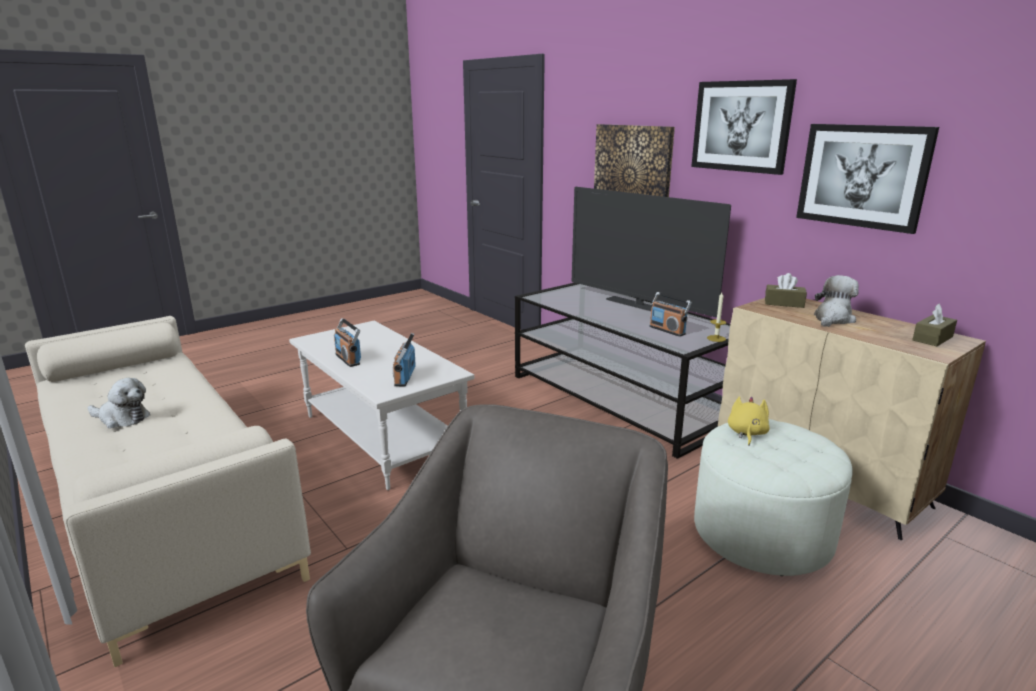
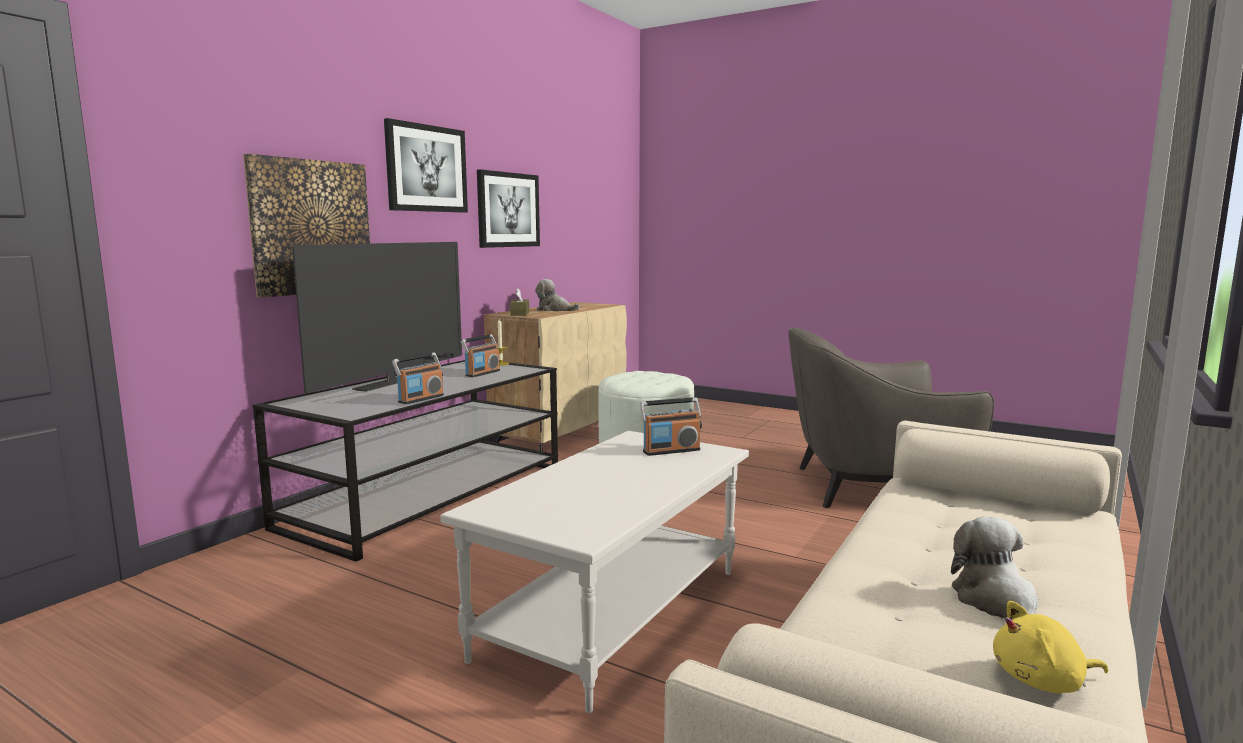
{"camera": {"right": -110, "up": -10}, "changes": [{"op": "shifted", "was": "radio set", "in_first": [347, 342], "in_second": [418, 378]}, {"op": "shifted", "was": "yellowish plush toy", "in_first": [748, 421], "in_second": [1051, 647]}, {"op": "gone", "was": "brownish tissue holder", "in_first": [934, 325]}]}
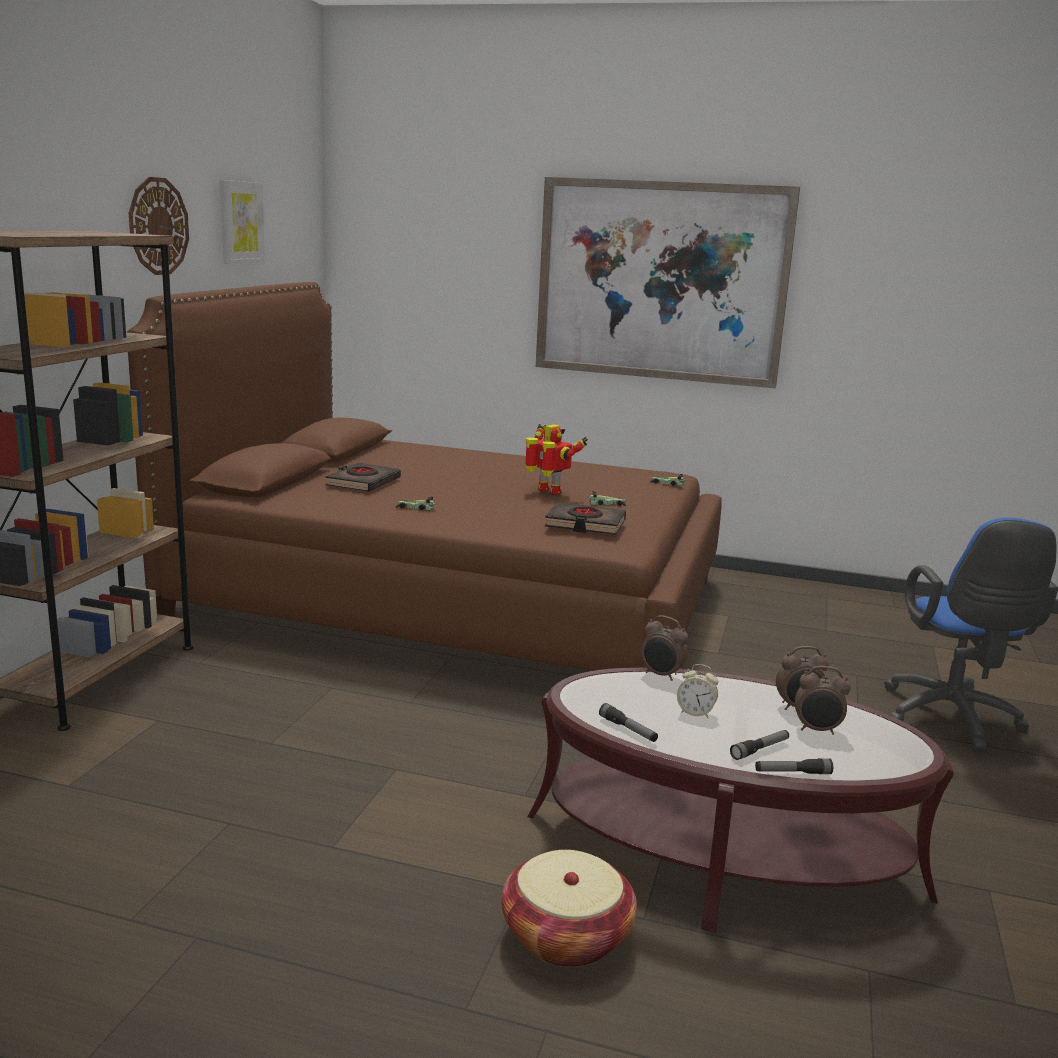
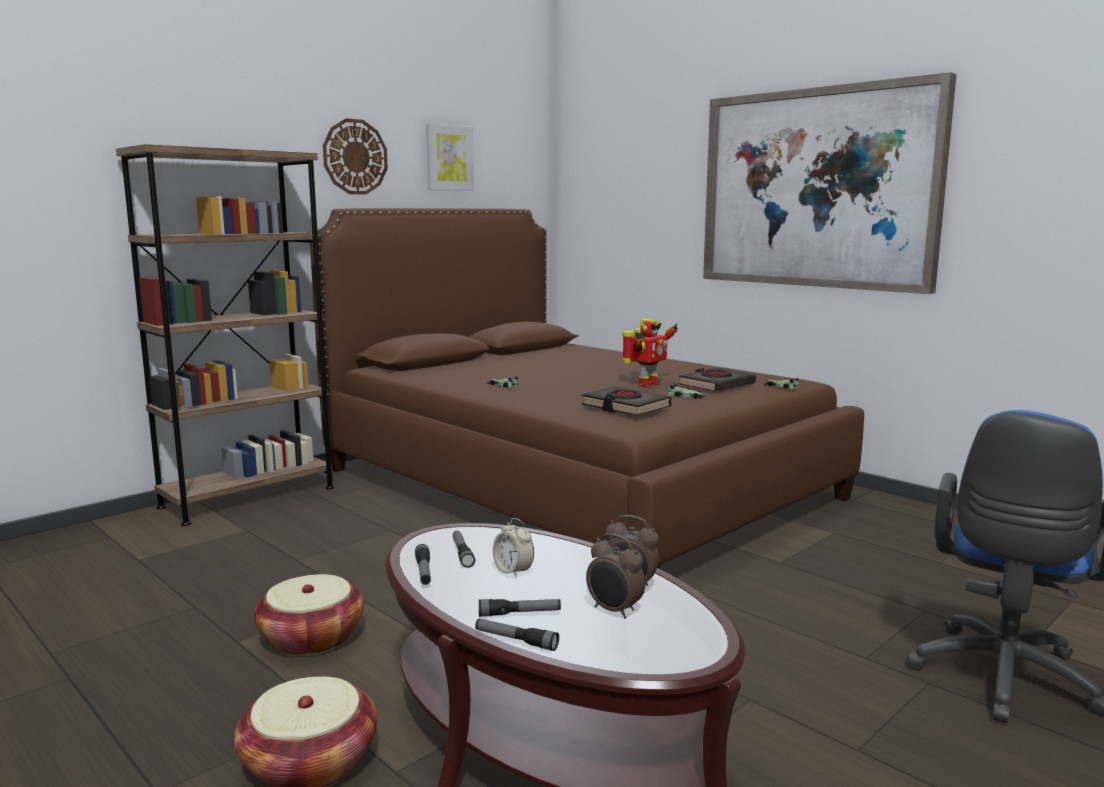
{"camera": {"right": 30, "up": -5}, "changes": [{"op": "new", "now": "storage basket", "in_second": [309, 615]}, {"op": "new", "now": "flashlight", "in_second": [464, 549]}, {"op": "rotated", "was": "model robot", "in_first": [556, 459], "in_second": [650, 353], "clockwise": 60}, {"op": "shifted", "was": "black book", "in_first": [363, 477], "in_second": [717, 380]}, {"op": "gone", "was": "bedside clock", "in_first": [664, 648]}]}
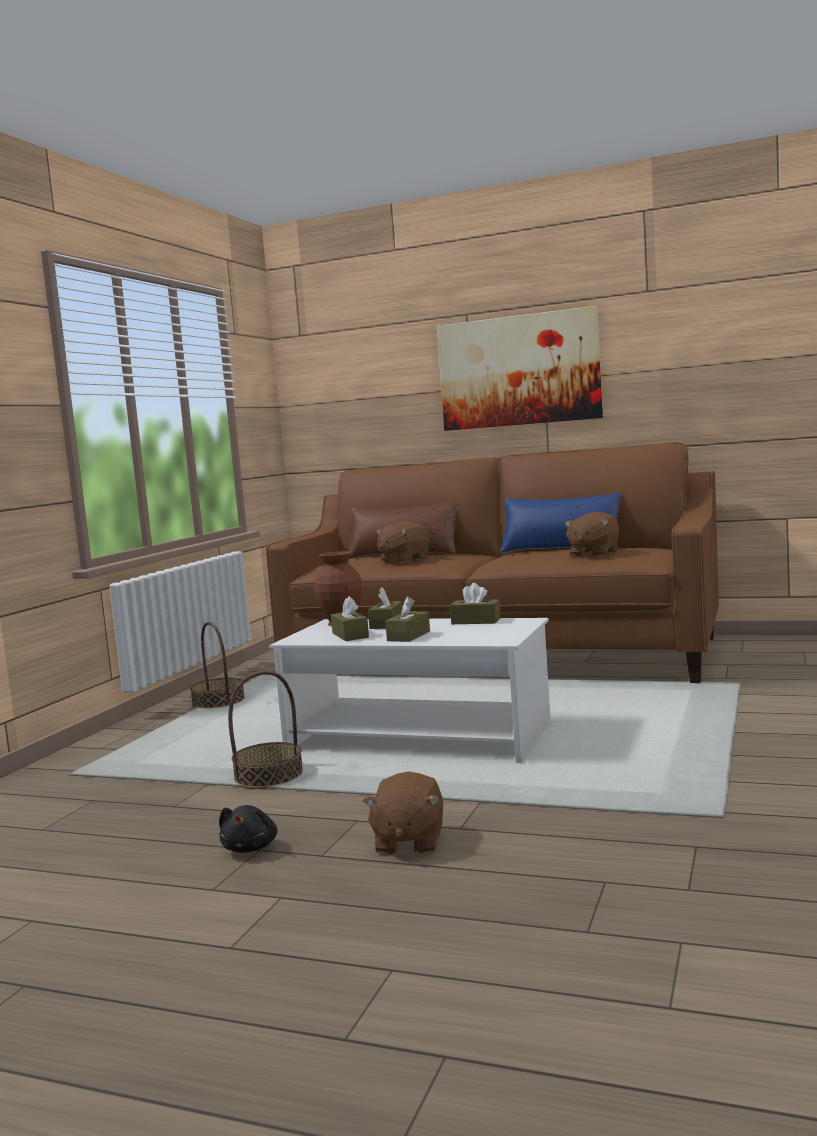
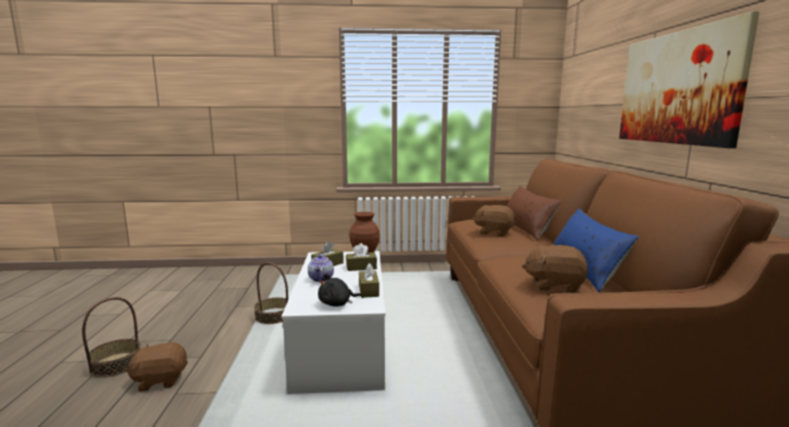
{"camera": {"right": 65, "up": 5}, "changes": [{"op": "shifted", "was": "storage basket", "in_first": [217, 665], "in_second": [111, 337]}, {"op": "swapped", "was": "brownish tissue holder", "now": "pot for tea", "in_first": [407, 619], "in_second": [321, 268]}, {"op": "shifted", "was": "black plush toy", "in_first": [248, 829], "in_second": [341, 290]}]}
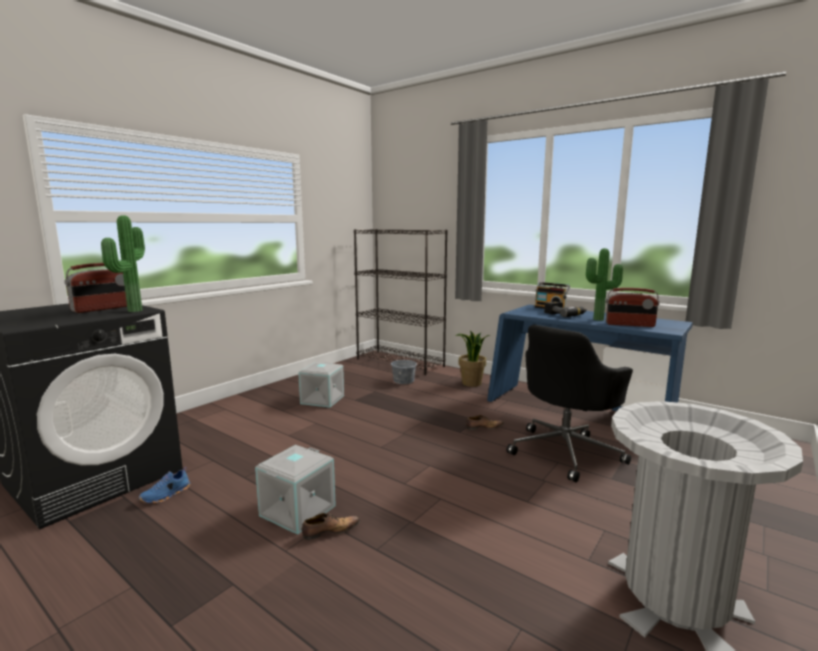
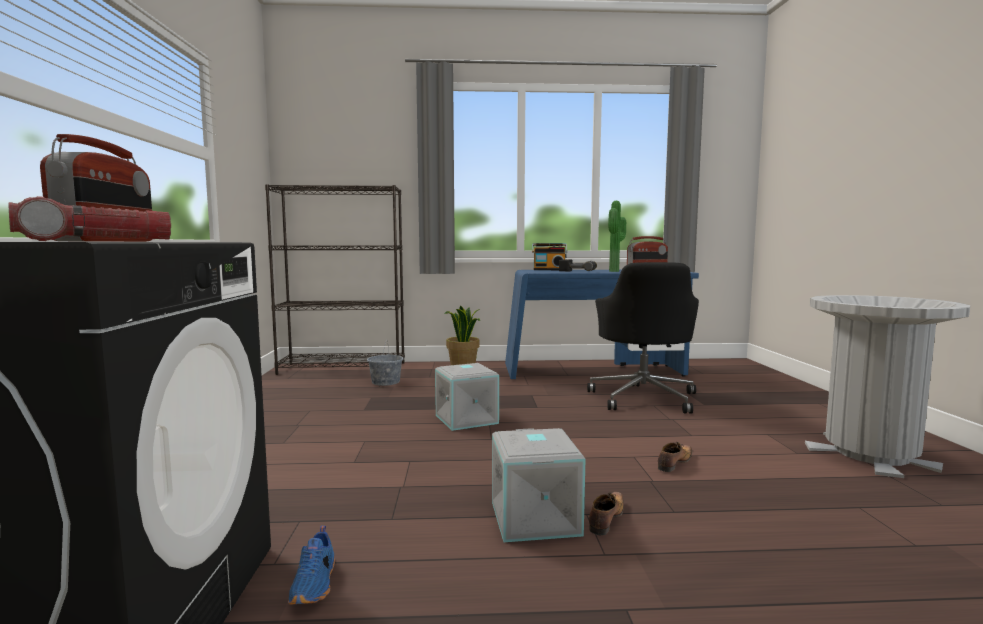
{"camera": {"right": -40, "up": -5}, "changes": [{"op": "new", "now": "flashlight", "in_second": [90, 218]}, {"op": "shifted", "was": "grey storage container", "in_first": [321, 385], "in_second": [467, 397]}, {"op": "shifted", "was": "low shoe", "in_first": [485, 422], "in_second": [675, 457]}, {"op": "gone", "was": "houseplant", "in_first": [123, 263]}]}
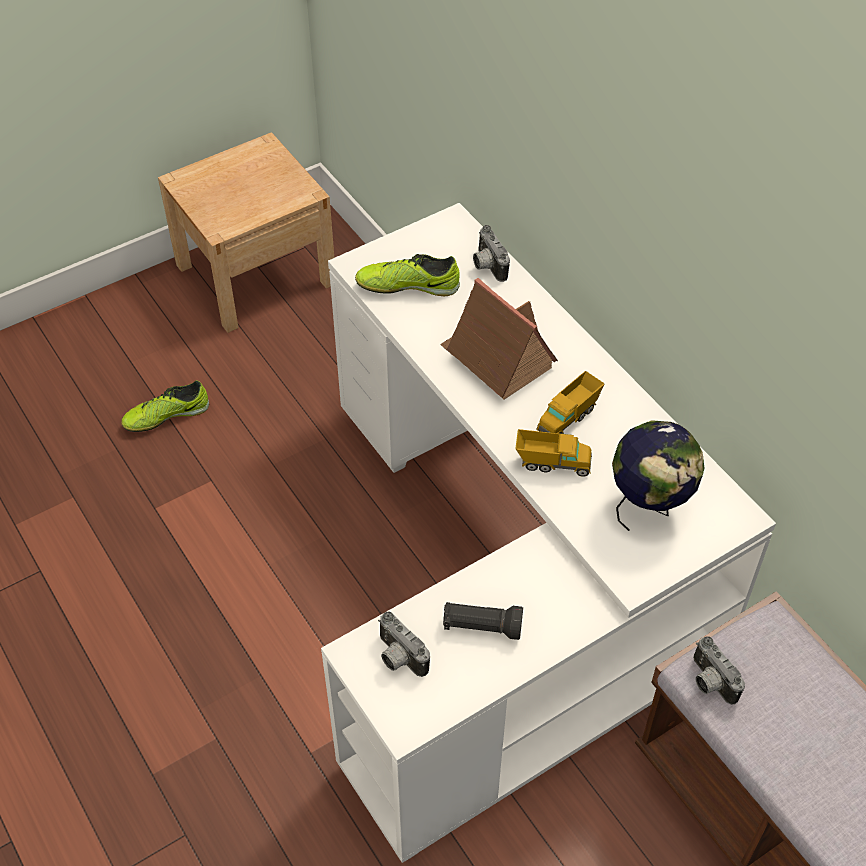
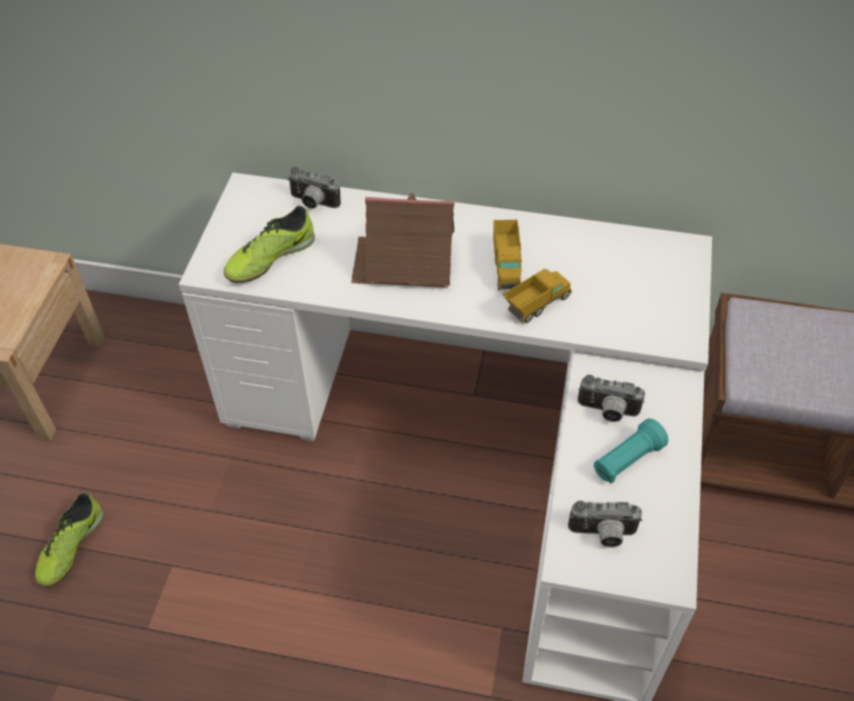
{"camera": {"right": -45, "up": 0}, "changes": [{"op": "shifted", "was": "still camera", "in_first": [719, 670], "in_second": [611, 398]}, {"op": "repainted", "was": "black flashlight", "now": "blue-green flashlight", "in_first": [483, 621], "in_second": [631, 451]}, {"op": "gone", "was": "world globe", "in_first": [658, 475]}]}
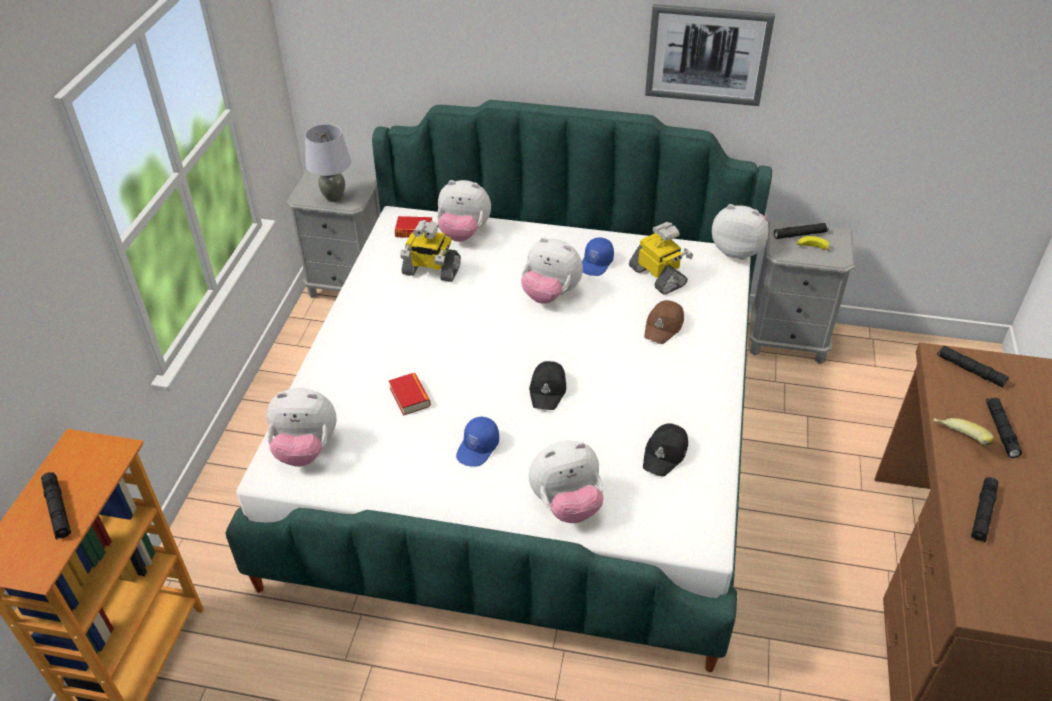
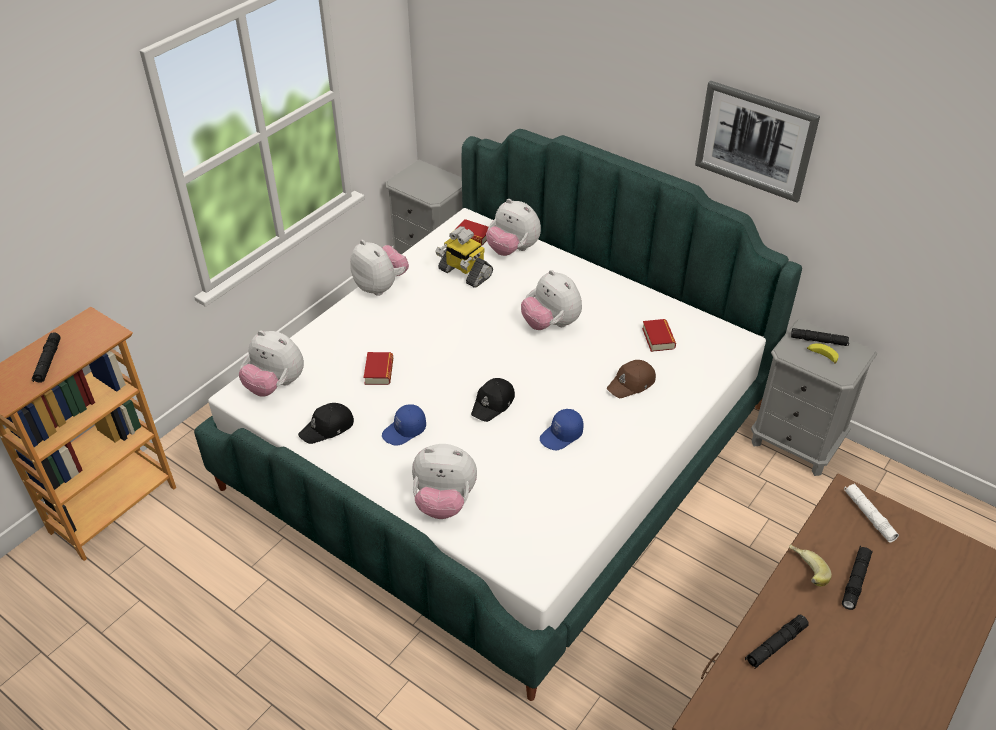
{"camera": {"right": 25, "up": 0}, "changes": [{"op": "shifted", "was": "black peaked cap", "in_first": [665, 450], "in_second": [326, 423]}, {"op": "shifted", "was": "plush toy", "in_first": [740, 232], "in_second": [379, 268]}, {"op": "shifted", "was": "bluish peaked cap", "in_first": [598, 256], "in_second": [562, 429]}, {"op": "swapped", "was": "model robot", "now": "book", "in_first": [661, 258], "in_second": [659, 335]}, {"op": "repainted", "was": "black flashlight", "now": "white-coloured flashlight", "in_first": [973, 366], "in_second": [871, 513]}, {"op": "gone", "was": "grey lamp for a table", "in_first": [328, 163]}]}
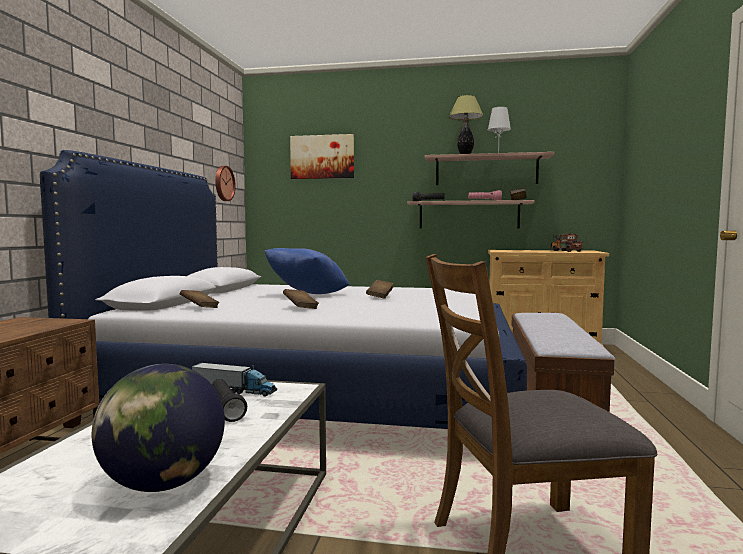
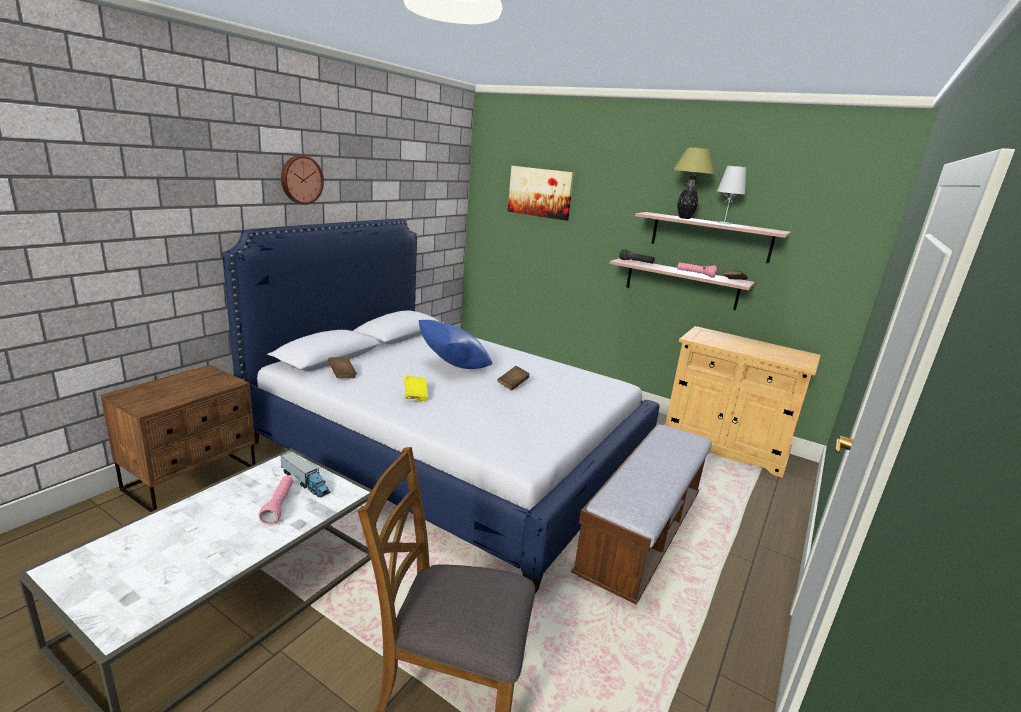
{"camera": {"right": 20, "up": 15}, "changes": [{"op": "repainted", "was": "black flashlight", "now": "pink flashlight", "in_first": [229, 400], "in_second": [276, 500]}, {"op": "shifted", "was": "hanging clock", "in_first": [225, 183], "in_second": [302, 180]}, {"op": "repainted", "was": "brownish book", "now": "yellowish book", "in_first": [301, 299], "in_second": [416, 388]}, {"op": "gone", "was": "world globe", "in_first": [158, 428]}, {"op": "gone", "was": "toy lorry", "in_first": [567, 242]}]}
